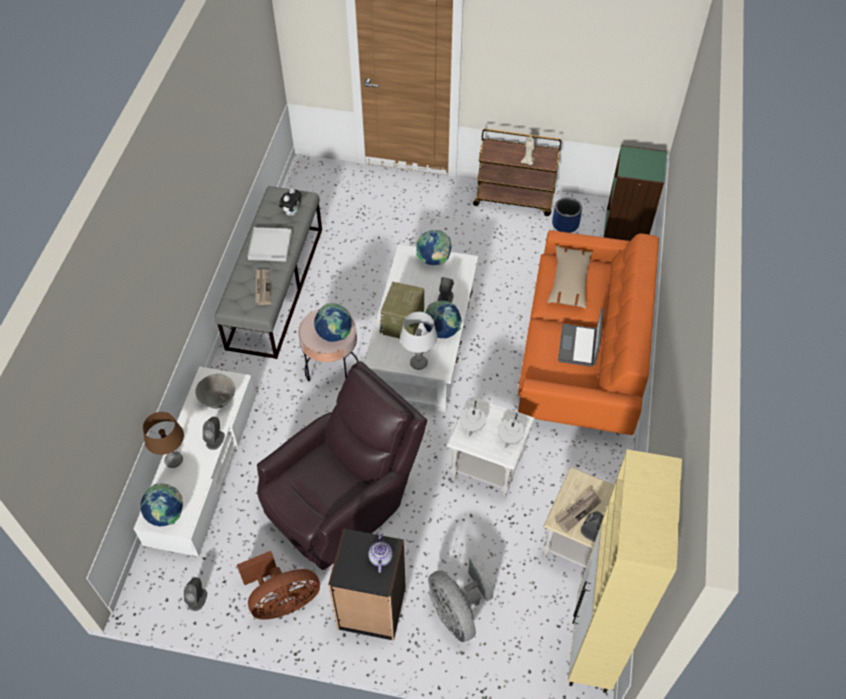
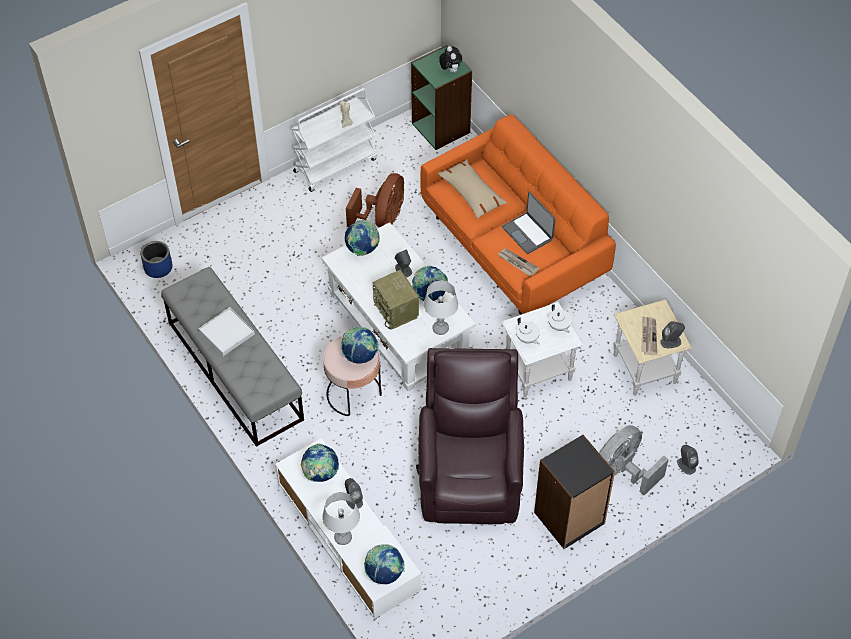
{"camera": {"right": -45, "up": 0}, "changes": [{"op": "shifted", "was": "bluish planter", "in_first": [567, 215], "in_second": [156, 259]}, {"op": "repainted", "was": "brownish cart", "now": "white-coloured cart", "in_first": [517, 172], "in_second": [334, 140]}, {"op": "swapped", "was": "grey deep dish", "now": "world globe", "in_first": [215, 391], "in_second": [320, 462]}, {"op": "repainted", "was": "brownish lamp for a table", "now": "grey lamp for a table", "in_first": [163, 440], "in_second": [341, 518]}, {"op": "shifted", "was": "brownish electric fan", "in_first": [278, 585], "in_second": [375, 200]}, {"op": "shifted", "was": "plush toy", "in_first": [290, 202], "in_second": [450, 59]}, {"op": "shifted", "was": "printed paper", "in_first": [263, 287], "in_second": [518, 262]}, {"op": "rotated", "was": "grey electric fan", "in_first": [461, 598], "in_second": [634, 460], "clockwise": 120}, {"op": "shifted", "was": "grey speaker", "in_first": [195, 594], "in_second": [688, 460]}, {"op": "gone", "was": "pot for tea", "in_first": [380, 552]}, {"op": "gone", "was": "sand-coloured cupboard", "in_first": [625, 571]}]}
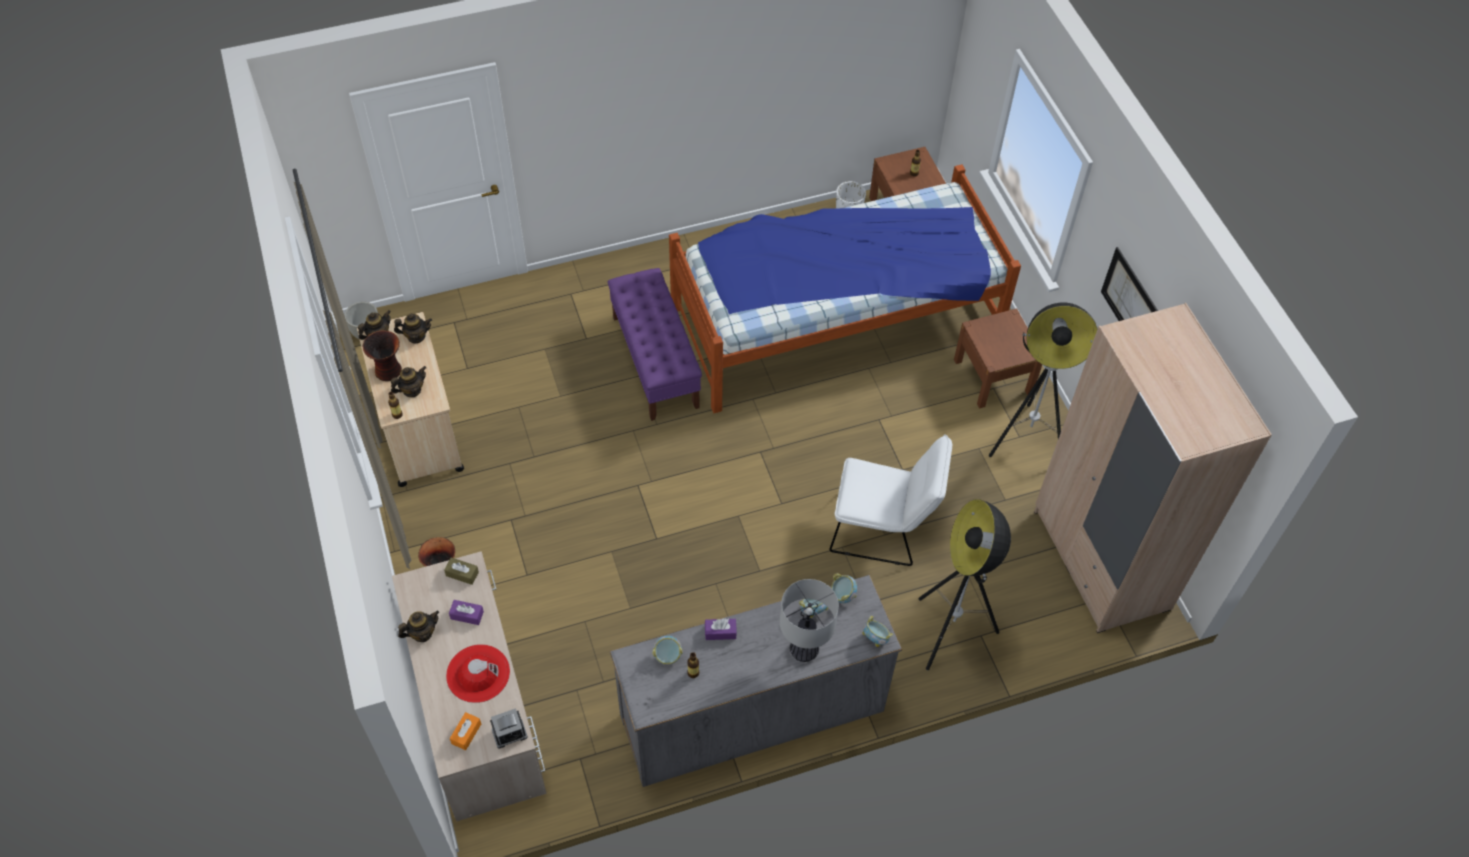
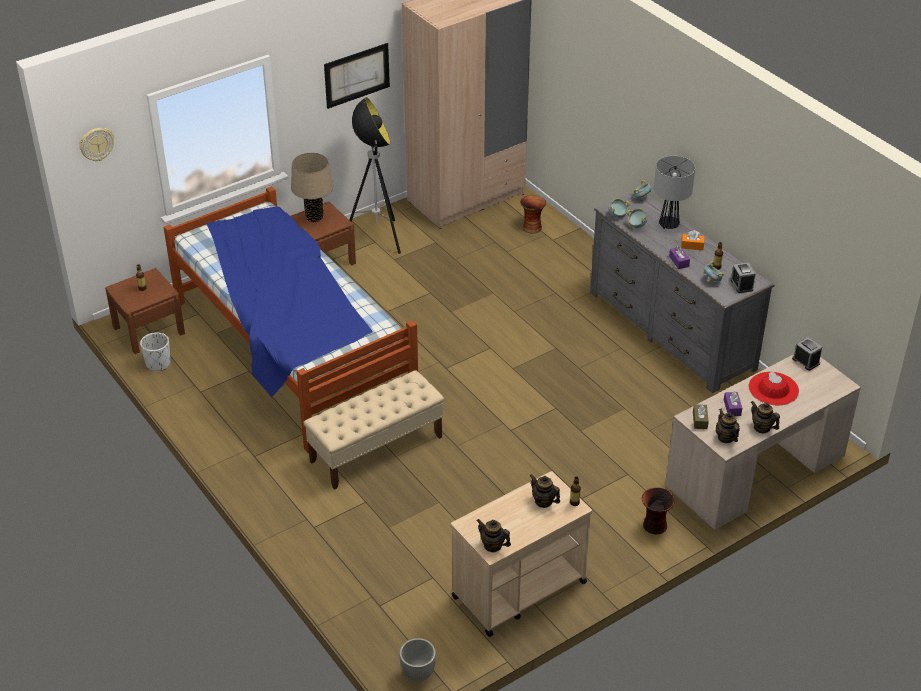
{"camera": {"right": -105, "up": -15}, "changes": [{"op": "new", "now": "hanging clock", "in_second": [96, 144]}, {"op": "new", "now": "sand-coloured lamp for a table", "in_second": [312, 187]}, {"op": "repainted", "was": "purple-coloured long seat", "now": "sand-coloured long seat", "in_first": [655, 344], "in_second": [373, 430]}, {"op": "shifted", "was": "flower vase", "in_first": [382, 355], "in_second": [533, 214]}, {"op": "shifted", "was": "orange tissue holder", "in_first": [465, 731], "in_second": [693, 240]}, {"op": "shifted", "was": "pot for tea", "in_first": [413, 329], "in_second": [728, 425]}, {"op": "new", "now": "bedside clock", "in_second": [743, 277]}, {"op": "gone", "was": "white-coloured chair", "in_first": [891, 500]}, {"op": "gone", "was": "standing lamp", "in_first": [964, 584]}]}
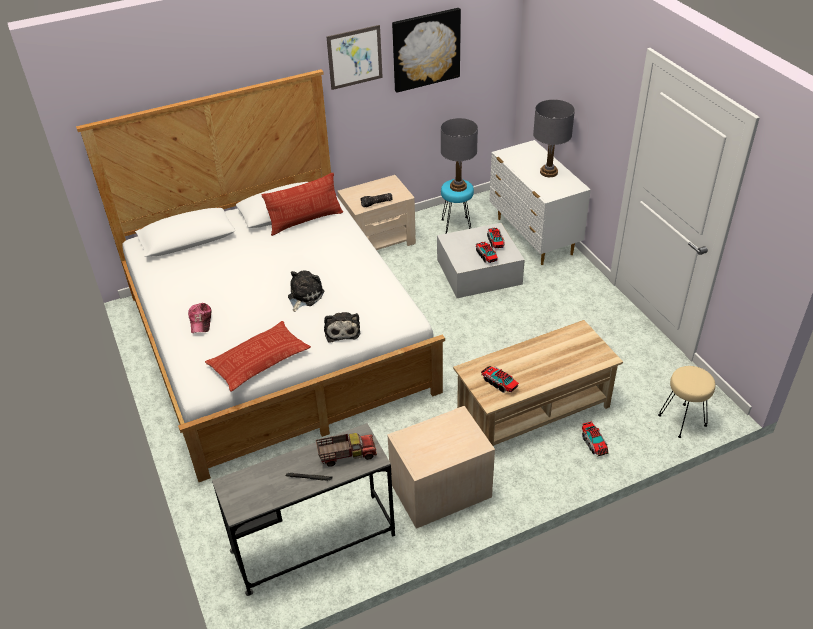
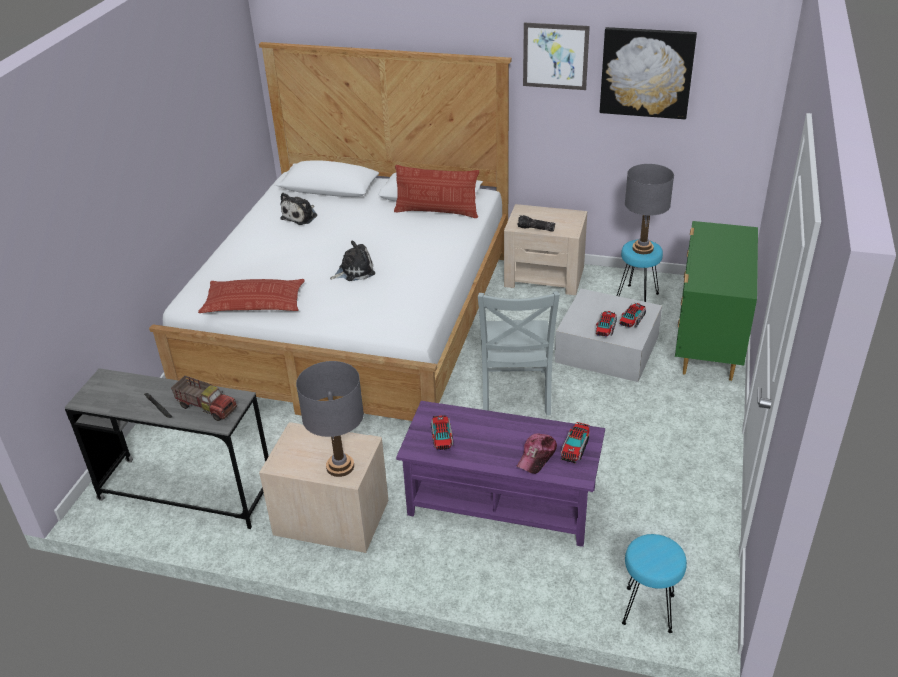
{"camera": {"right": 40, "up": -5}, "changes": [{"op": "shifted", "was": "plush toy", "in_first": [342, 327], "in_second": [298, 209]}, {"op": "shifted", "was": "grey lamp for a table", "in_first": [554, 138], "in_second": [330, 419]}, {"op": "repainted", "was": "sand-coloured lounge table", "now": "purple-coloured lounge table", "in_first": [538, 383], "in_second": [500, 474]}, {"op": "new", "now": "grey chair", "in_second": [519, 353]}, {"op": "shifted", "was": "peaked cap", "in_first": [199, 318], "in_second": [537, 453]}, {"op": "shifted", "was": "toy lorry", "in_first": [595, 439], "in_second": [575, 442]}, {"op": "repainted", "was": "sand-coloured stool", "now": "blue-green stool", "in_first": [686, 402], "in_second": [654, 583]}, {"op": "repainted", "was": "white-coloured chest of drawers", "now": "green-coloured chest of drawers", "in_first": [540, 202], "in_second": [716, 301]}]}
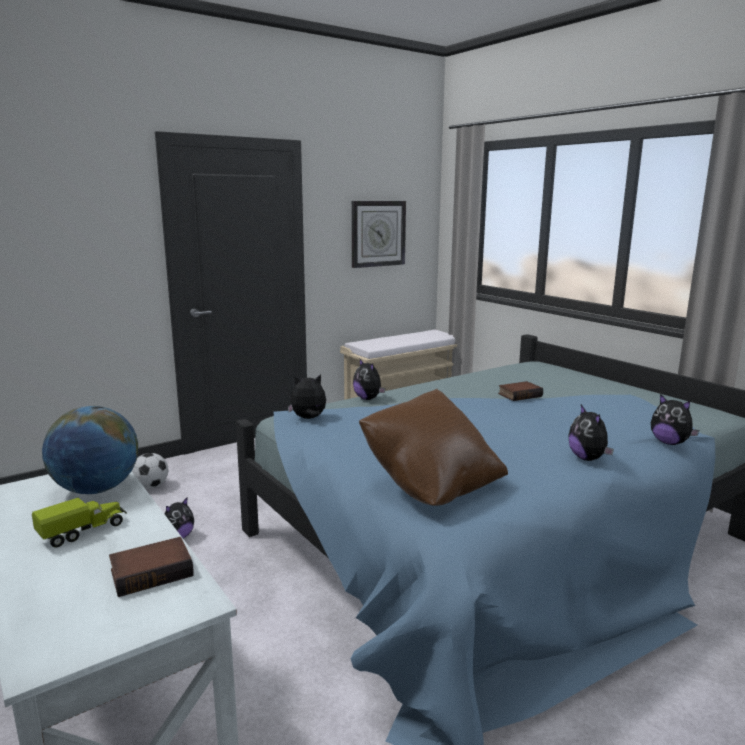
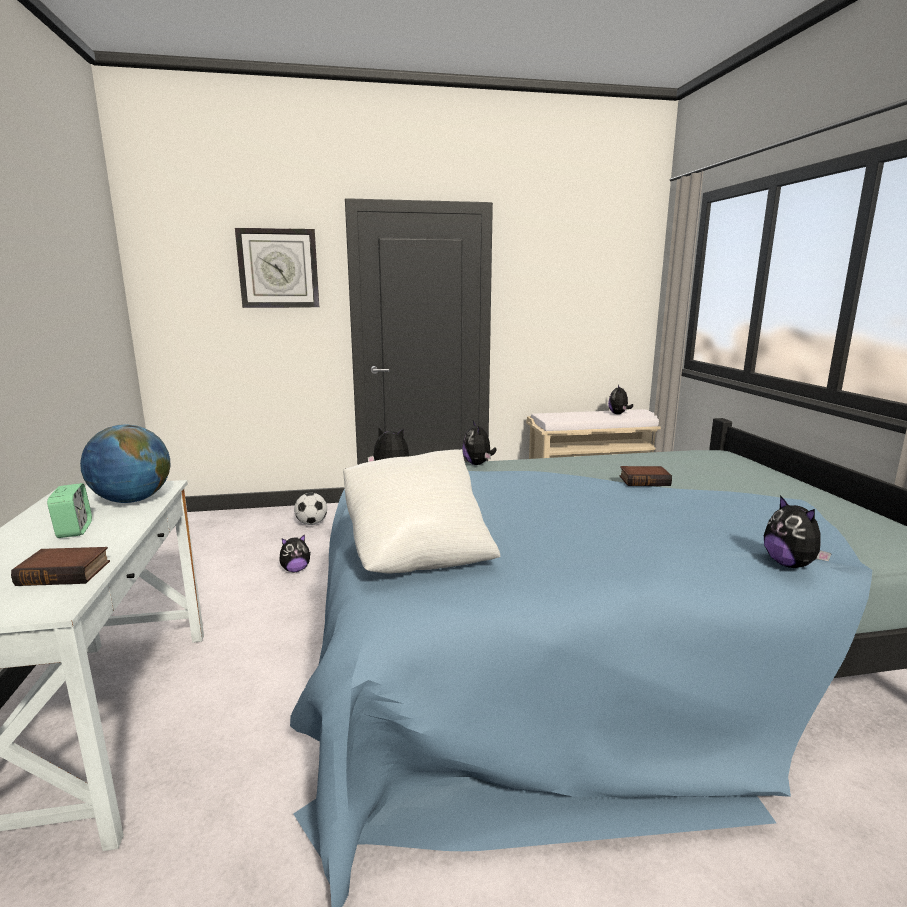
{"camera": {"right": 25, "up": 0}, "changes": [{"op": "swapped", "was": "toy lorry", "now": "bedside clock", "in_first": [79, 522], "in_second": [69, 510]}, {"op": "shifted", "was": "hanging clock", "in_first": [379, 234], "in_second": [277, 268]}, {"op": "repainted", "was": "brownish cushion", "now": "white-coloured cushion", "in_first": [433, 447], "in_second": [421, 511]}, {"op": "shifted", "was": "plush toy", "in_first": [591, 433], "in_second": [620, 399]}]}
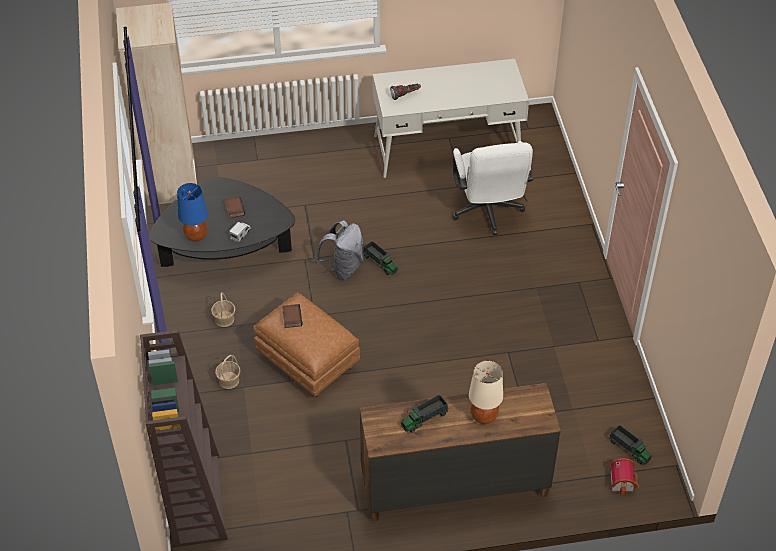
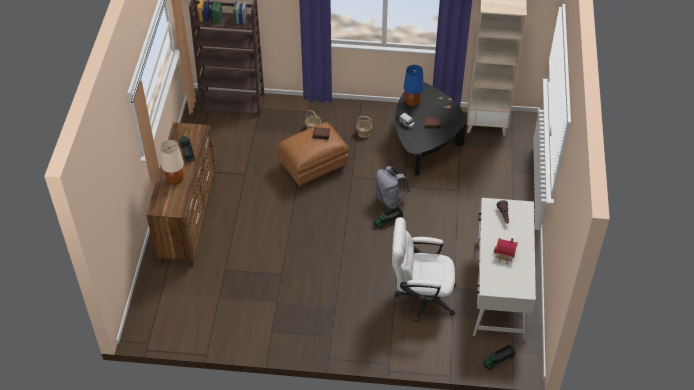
{"camera": {"right": 105, "up": 0}, "changes": [{"op": "shifted", "was": "toy lorry", "in_first": [630, 444], "in_second": [499, 357]}, {"op": "shifted", "was": "miniature house", "in_first": [624, 477], "in_second": [506, 251]}]}
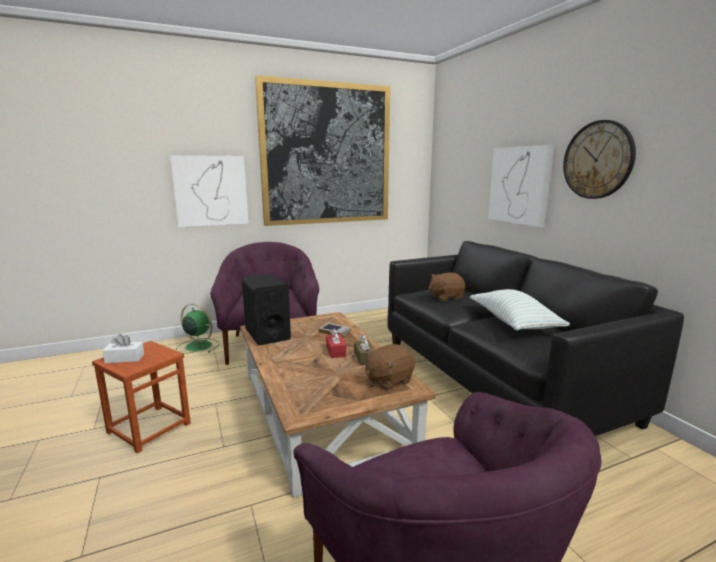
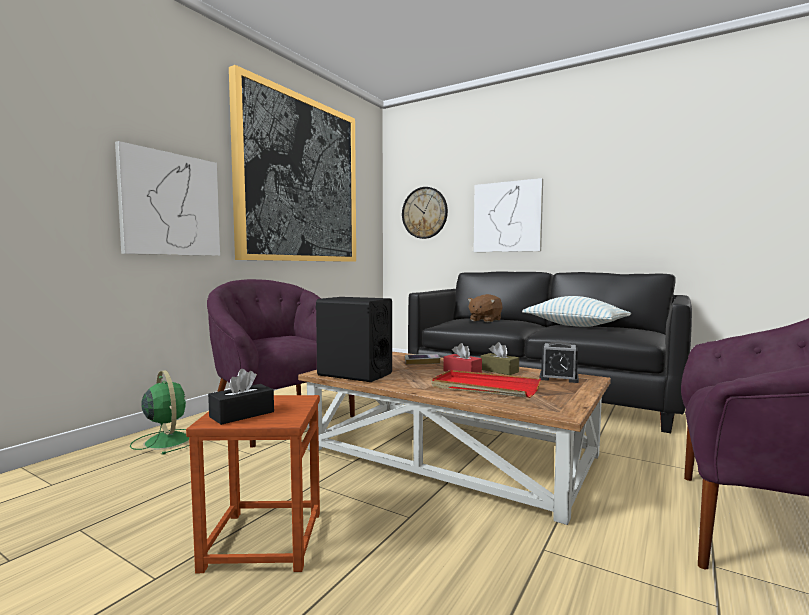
{"camera": {"right": -35, "up": -10}, "changes": [{"op": "rotated", "was": "green-coloured electric fan", "in_first": [197, 329], "in_second": [159, 412], "clockwise": 60}, {"op": "repainted", "was": "white-coloured tissue holder", "now": "black tissue holder", "in_first": [123, 348], "in_second": [241, 397]}, {"op": "shifted", "was": "hanging clock", "in_first": [599, 159], "in_second": [425, 213]}, {"op": "new", "now": "red-coloured tray", "in_second": [486, 384]}, {"op": "swapped", "was": "brownish plush toy", "now": "bedside clock", "in_first": [390, 367], "in_second": [559, 362]}]}
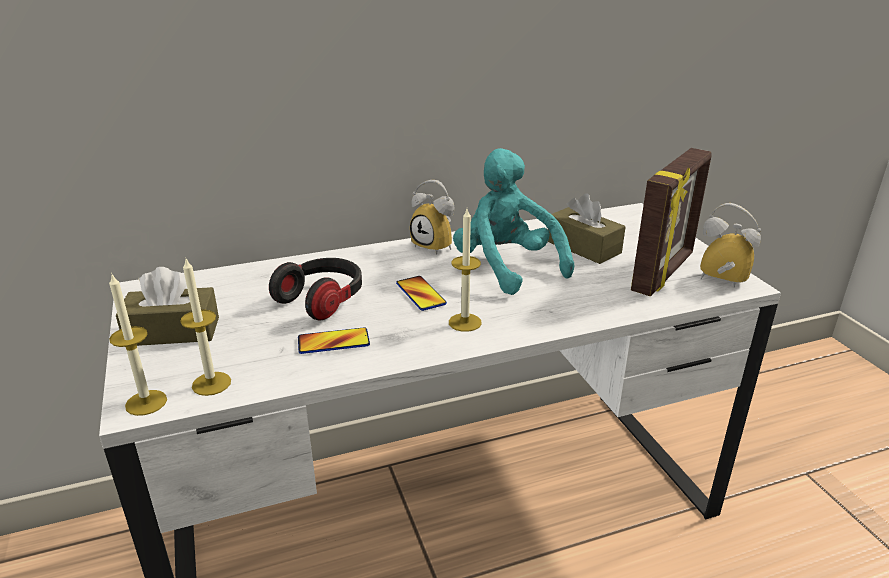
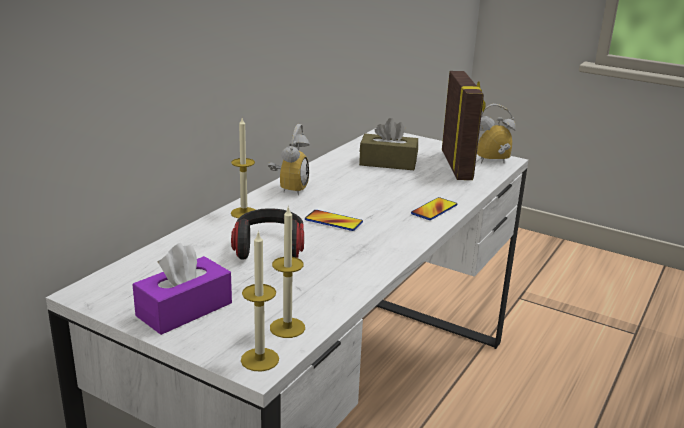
{"camera": {"right": -40, "up": -5}, "changes": [{"op": "repainted", "was": "brownish tissue holder", "now": "purple-coloured tissue holder", "in_first": [167, 306], "in_second": [182, 289]}, {"op": "shifted", "was": "wax candle", "in_first": [465, 270], "in_second": [243, 168]}, {"op": "rotated", "was": "bedside clock", "in_first": [432, 217], "in_second": [289, 159], "clockwise": -75}, {"op": "shifted", "was": "phone", "in_first": [334, 340], "in_second": [434, 208]}, {"op": "gone", "was": "blue-green plush toy", "in_first": [513, 221]}]}
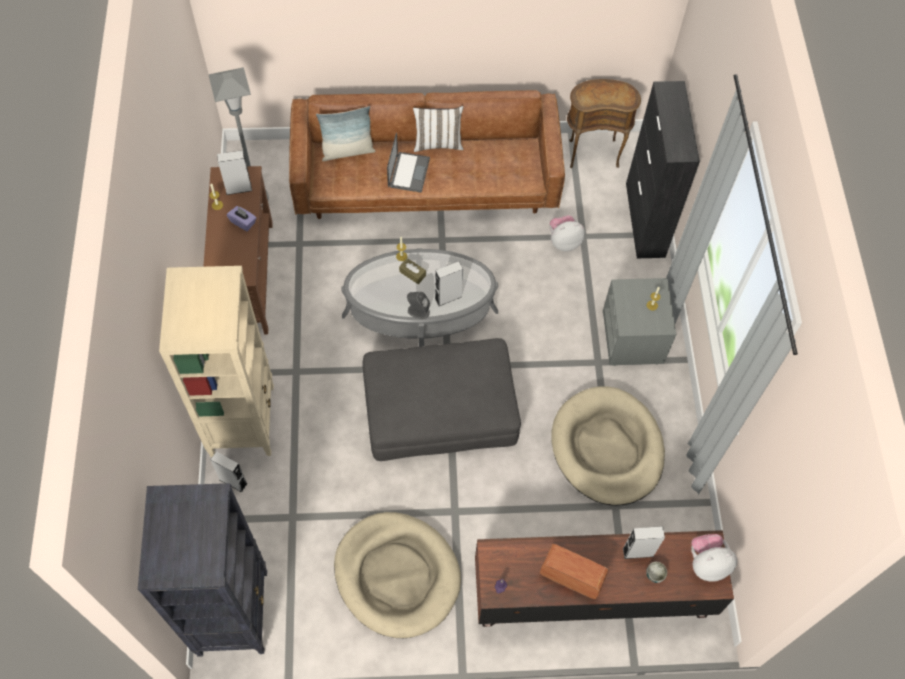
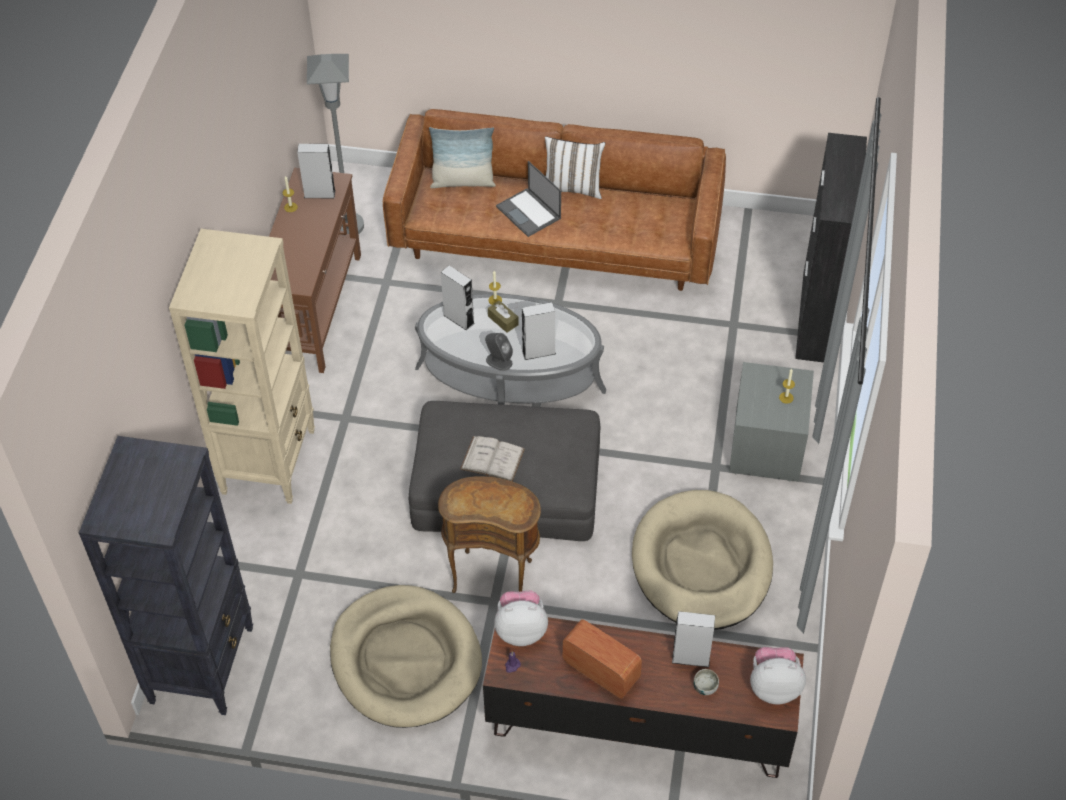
{"camera": {"right": 15, "up": -10}, "changes": [{"op": "shifted", "was": "brownish side table", "in_first": [604, 123], "in_second": [489, 534]}, {"op": "shifted", "was": "grey speaker", "in_first": [228, 471], "in_second": [458, 298]}, {"op": "new", "now": "white-coloured book", "in_second": [492, 459]}, {"op": "shifted", "was": "plush toy", "in_first": [567, 233], "in_second": [521, 618]}, {"op": "rotated", "was": "notebook computer", "in_first": [408, 162], "in_second": [528, 199], "clockwise": 120}, {"op": "gone", "was": "purple-coloured tissue holder", "in_first": [241, 218]}]}
